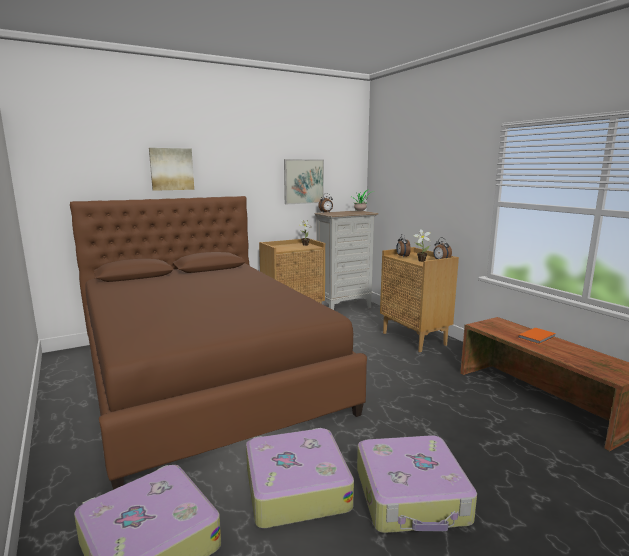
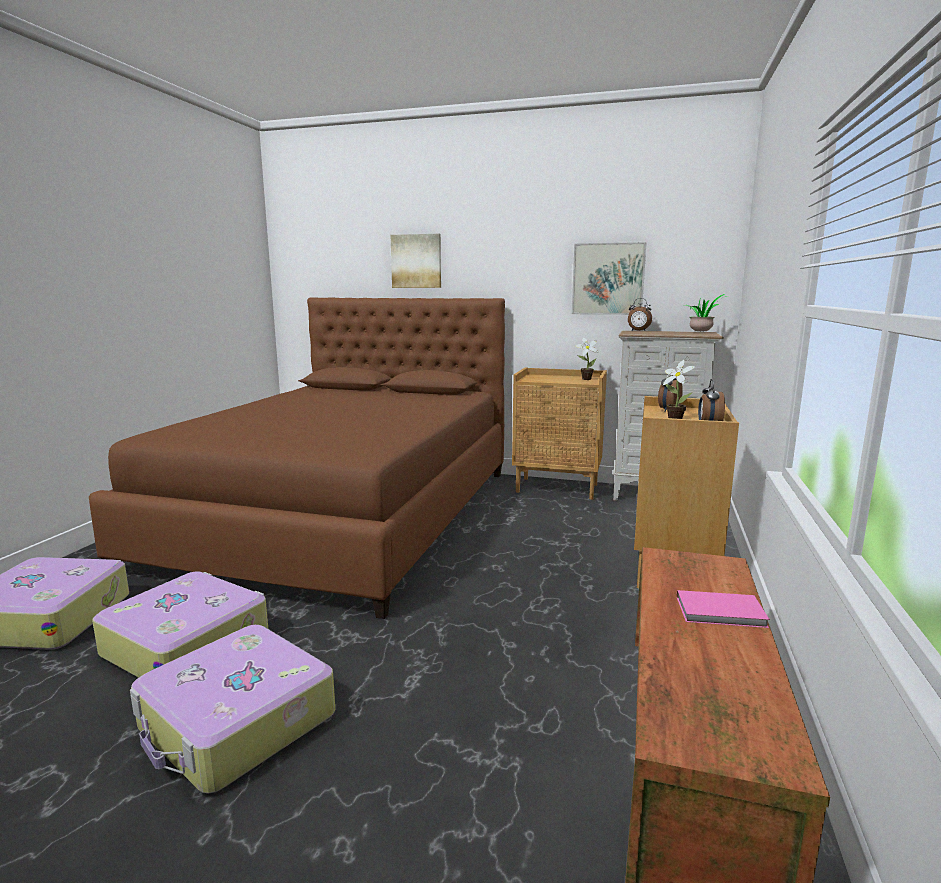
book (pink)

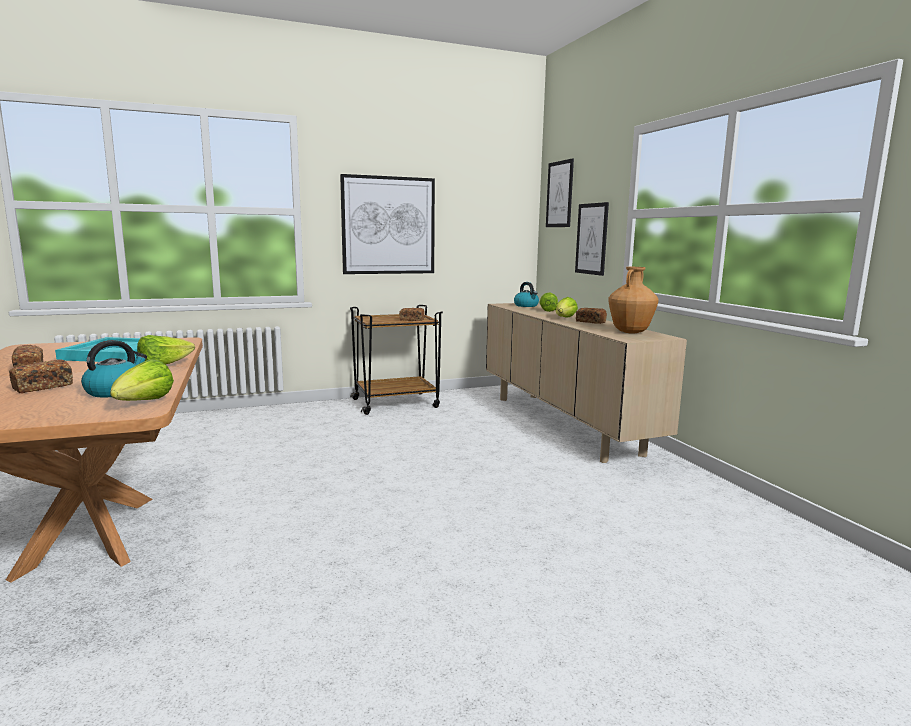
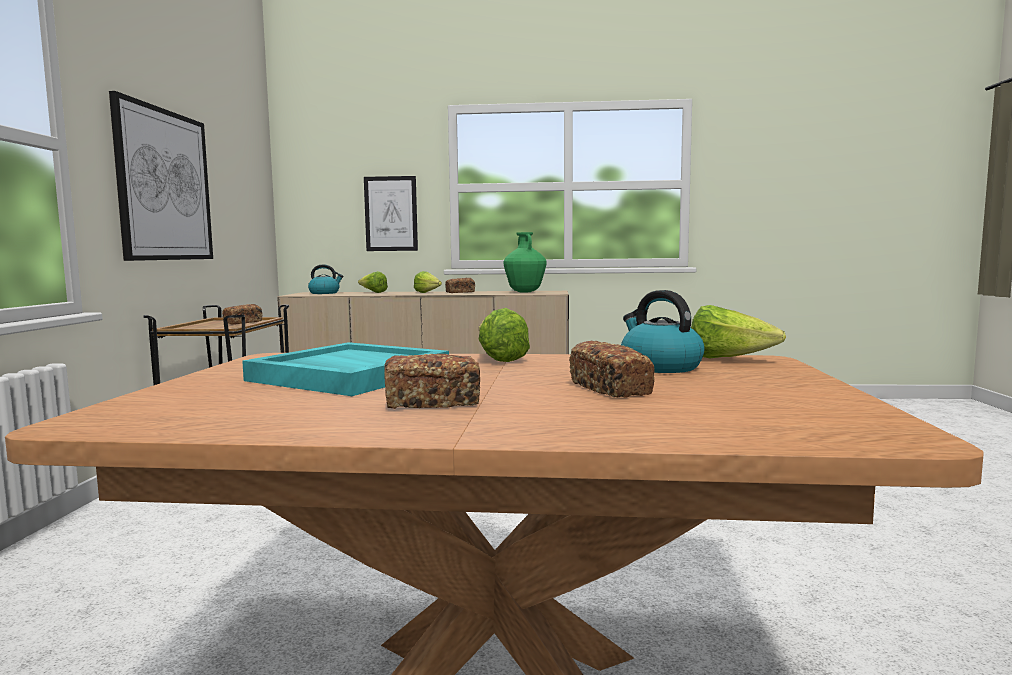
wall art (no. 2 from left in the first image); vase (green)

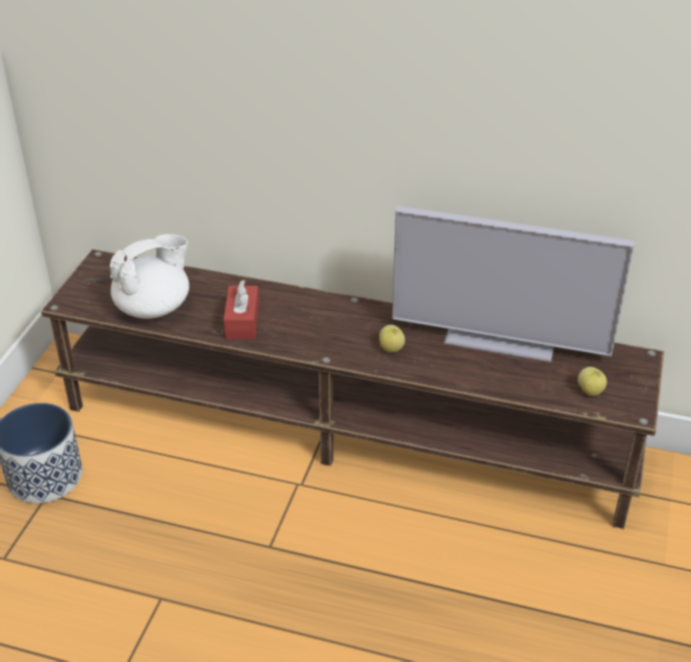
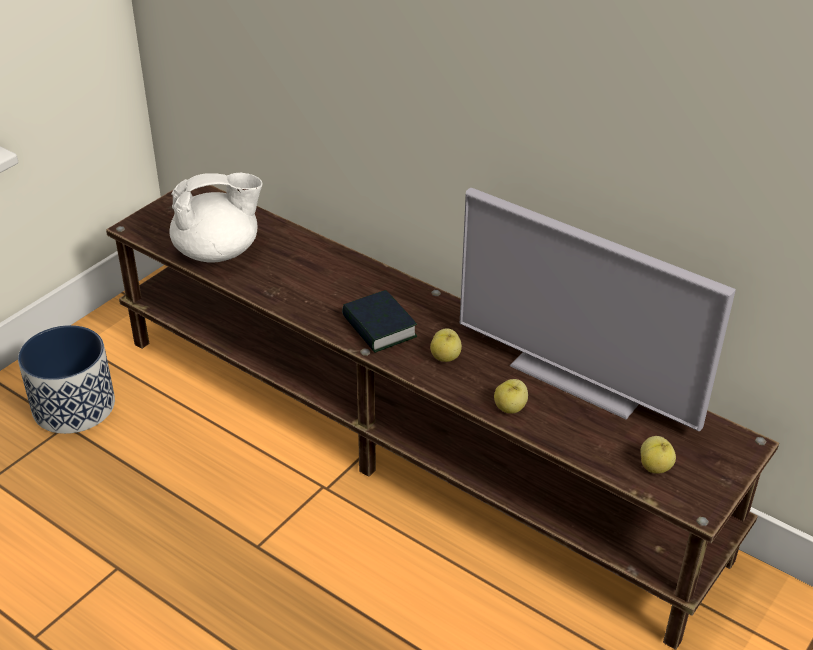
tissue holder (red-coloured); book; whole apple (no. 2 from left)

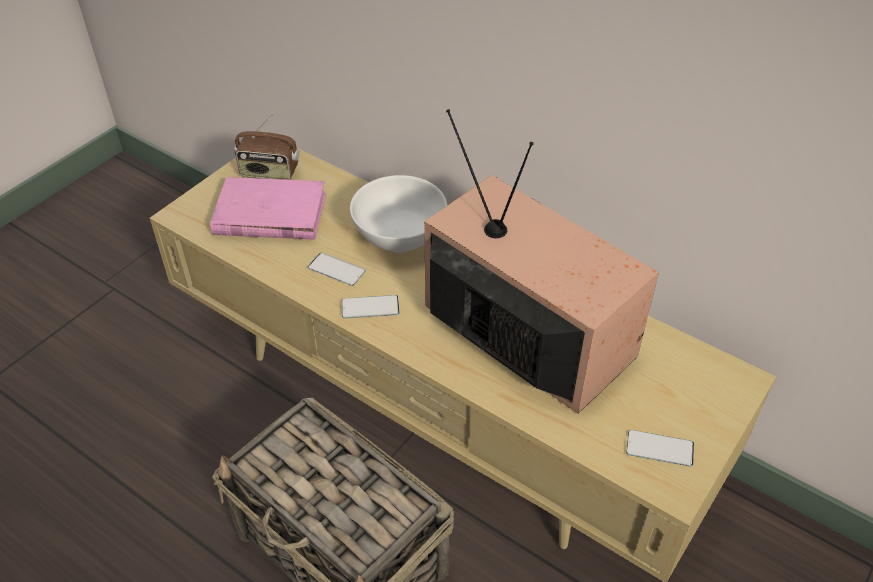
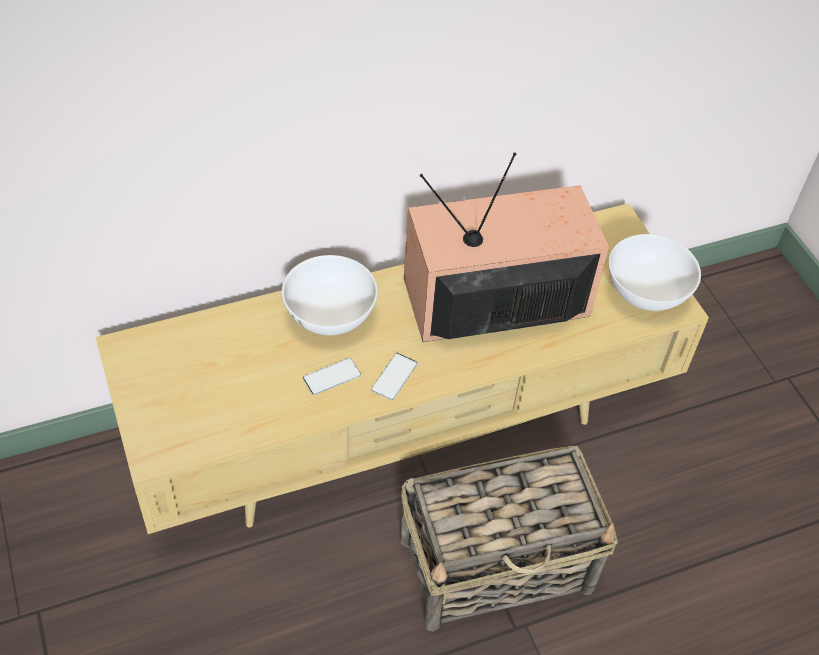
book (pink); radio; serving bowl (white) (no. 2 from left)

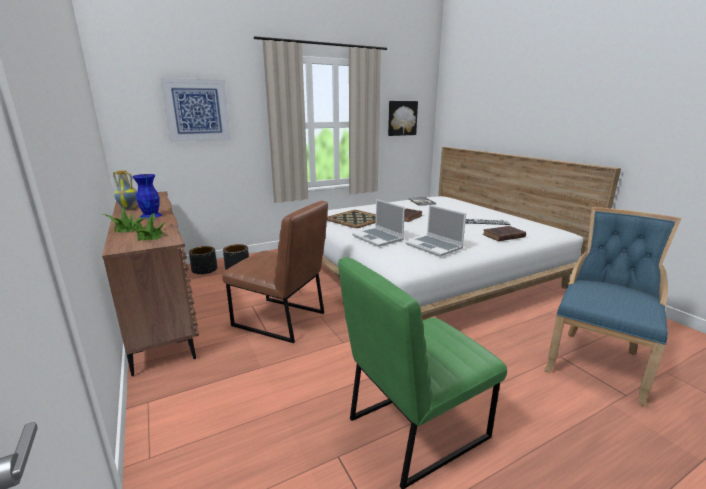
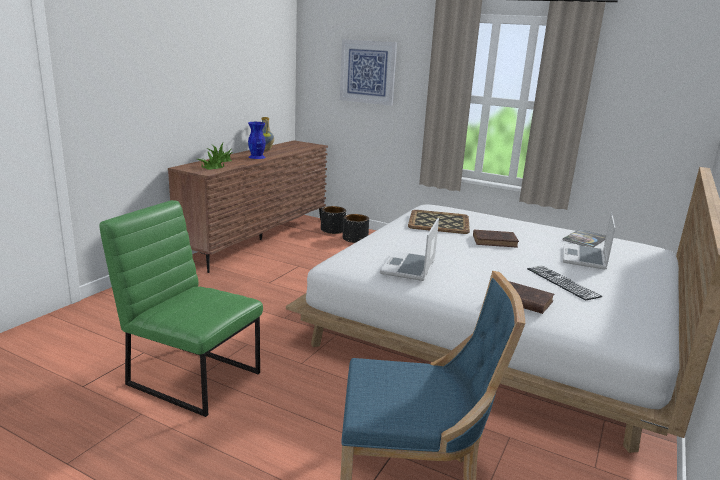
chair (brown); wall art (no. 2 from left in the first image); laptop (no. 2 from left)

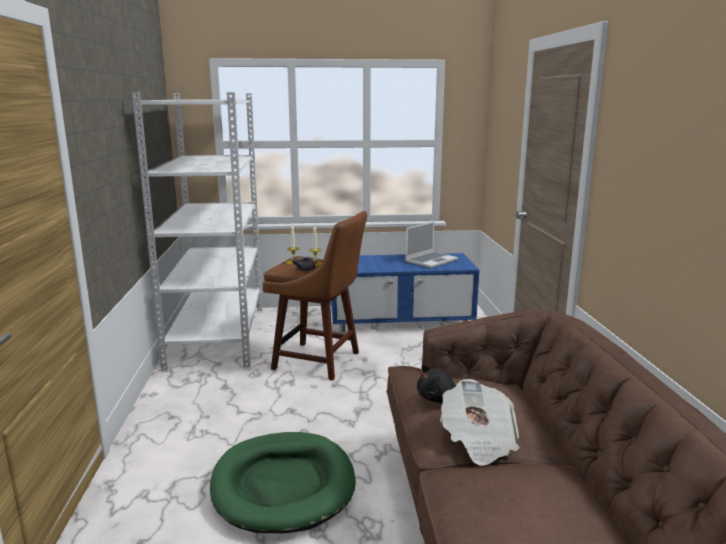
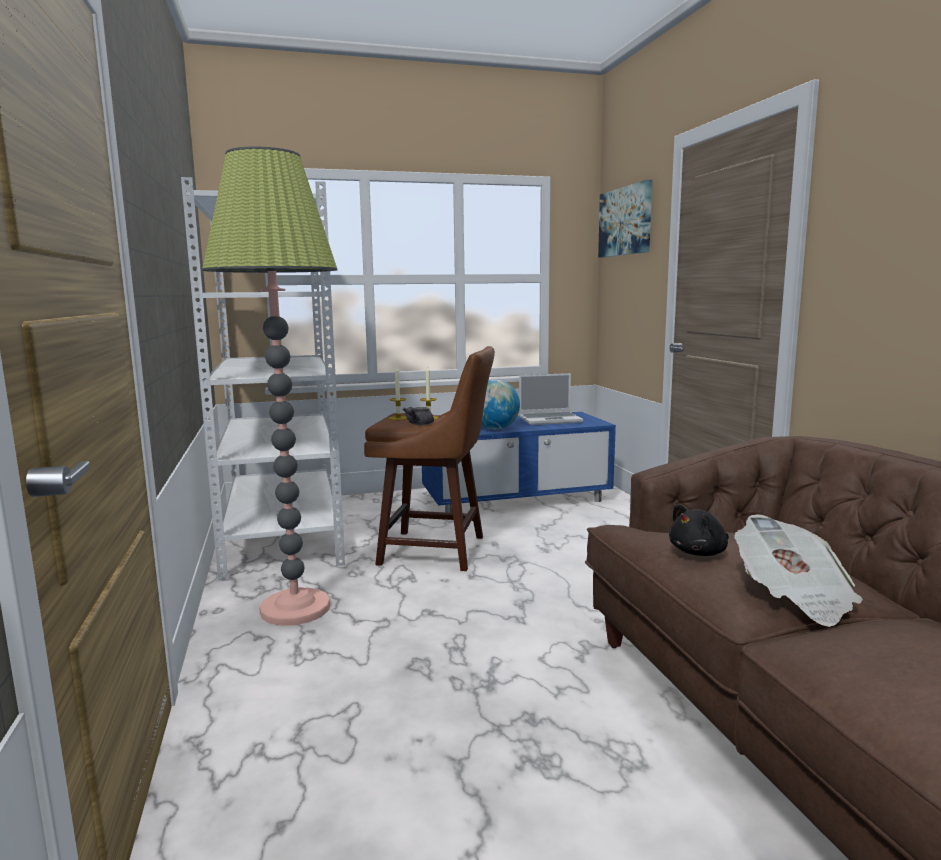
pet bed (green); floor lamp; world globe; wall art; laptop

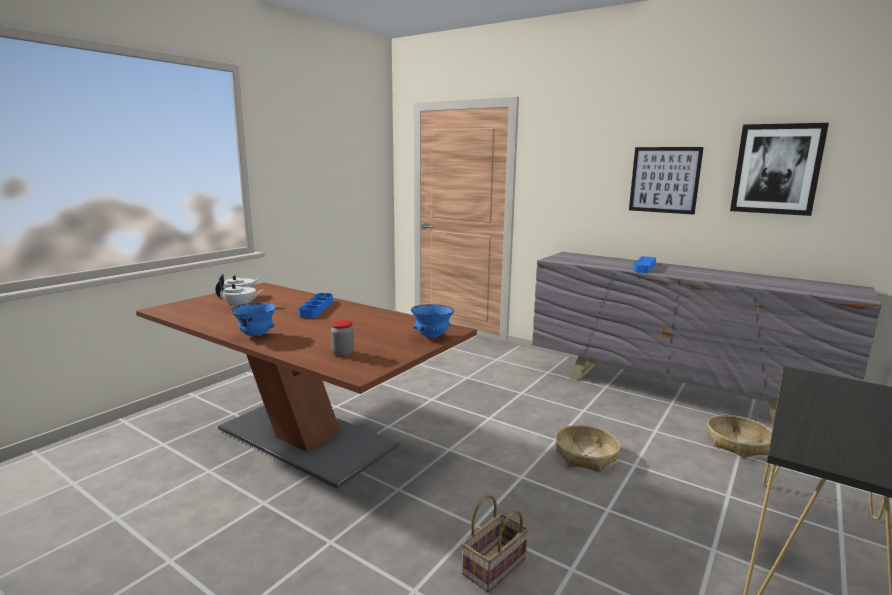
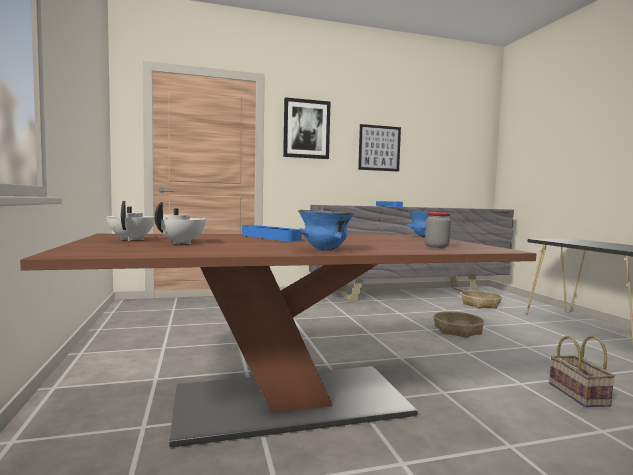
wall art (no. 1 from left)

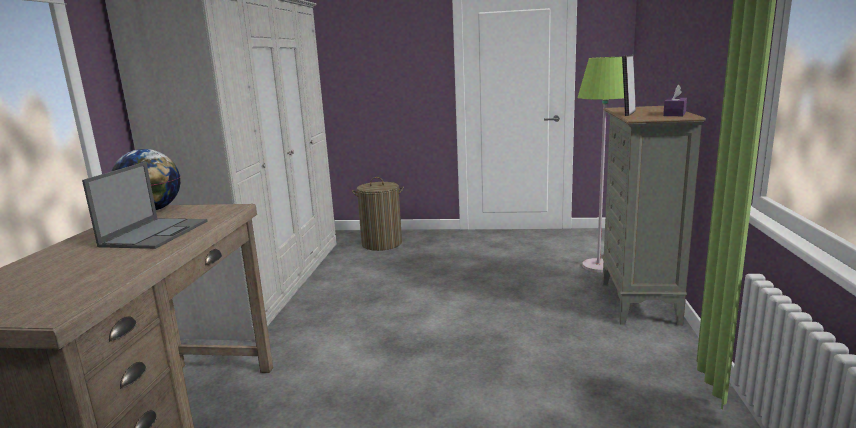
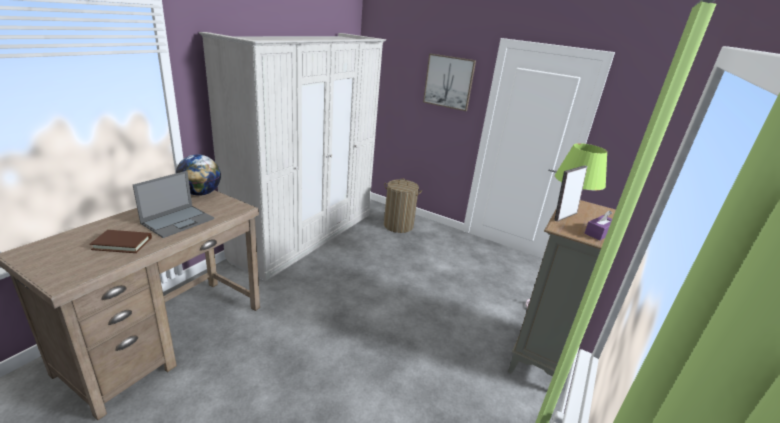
book (brown); wall art

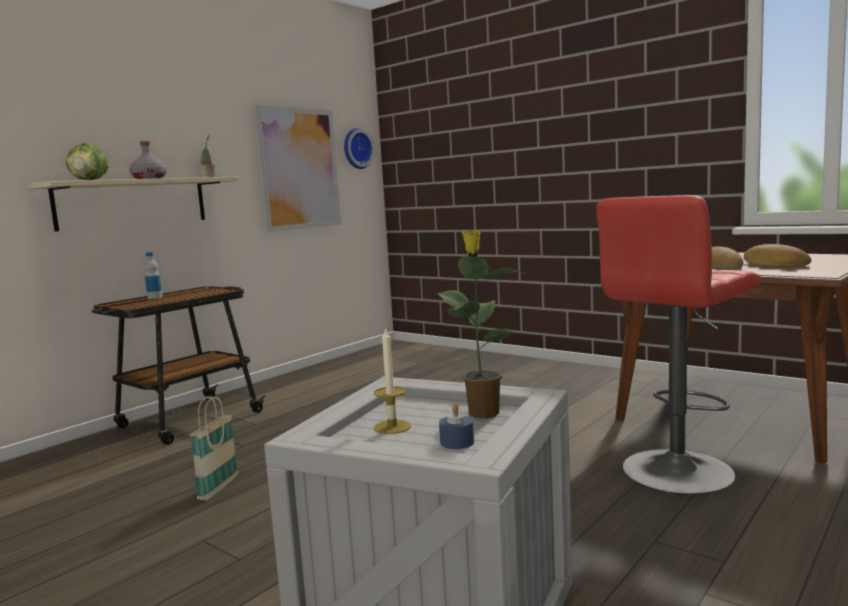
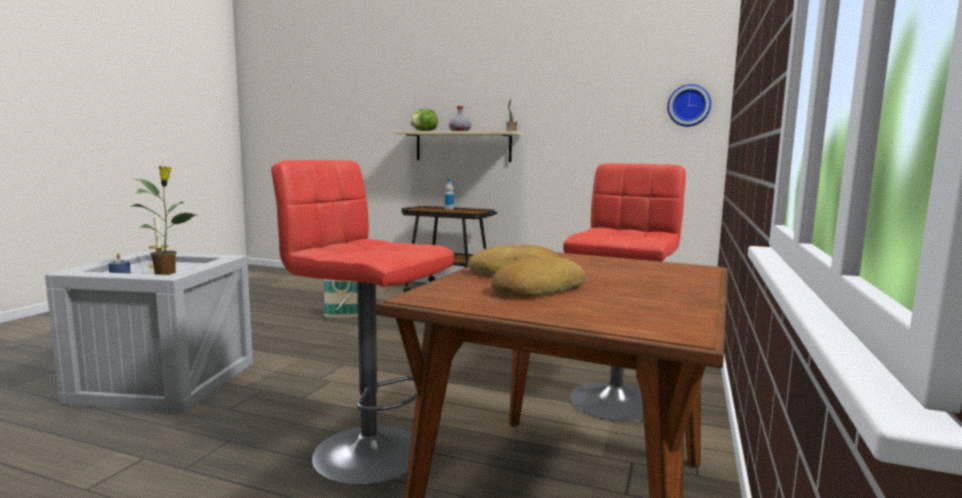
wall art; stool (red-coloured) (no. 2 from left)

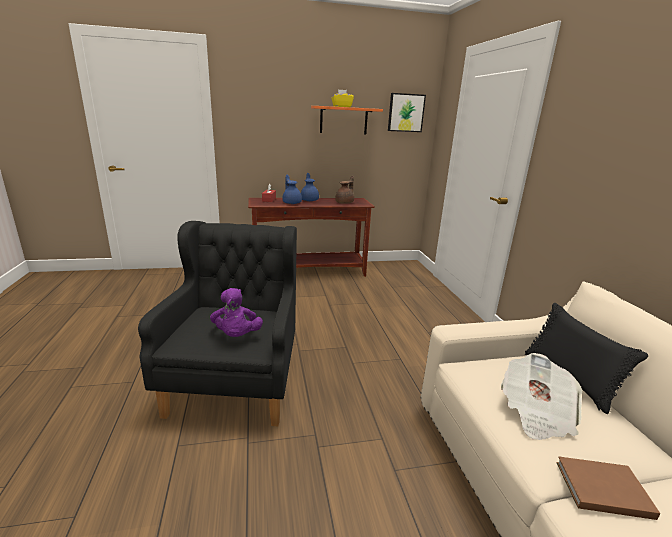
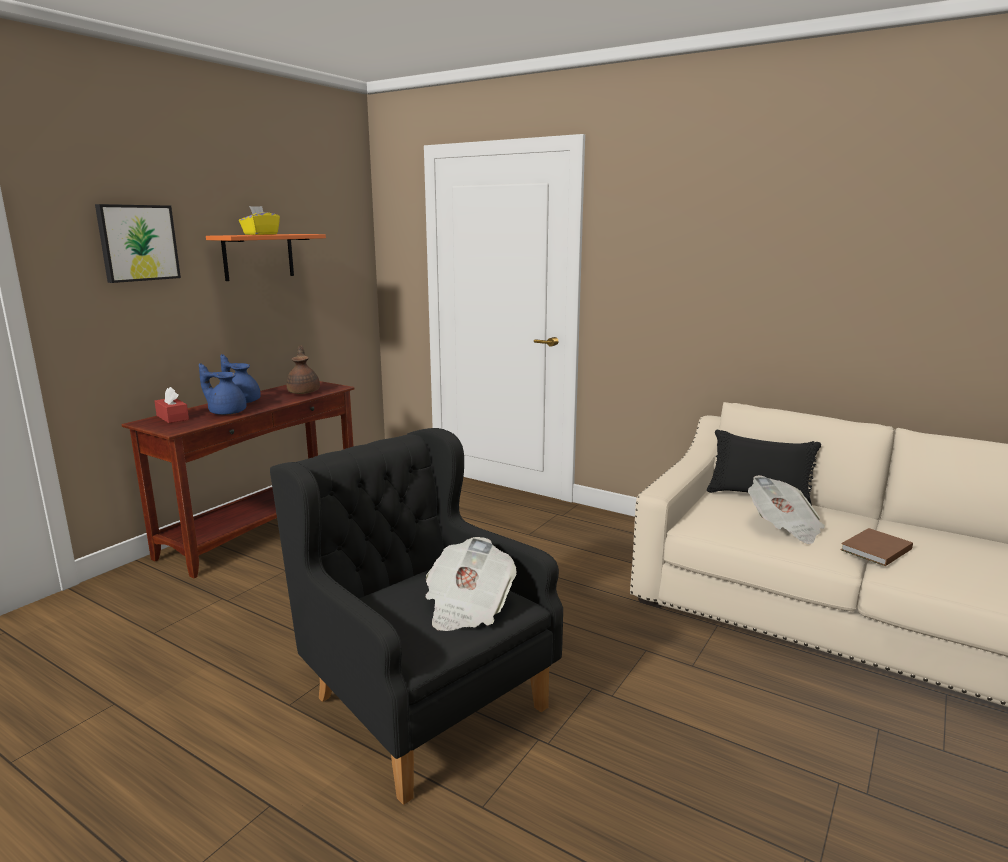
wall art; newspaper (no. 1 from left)

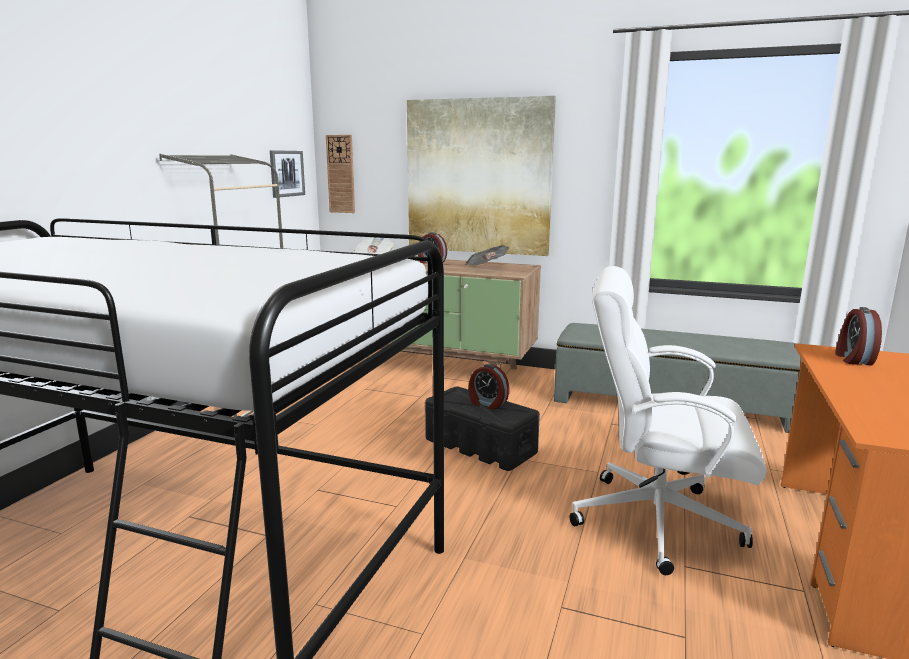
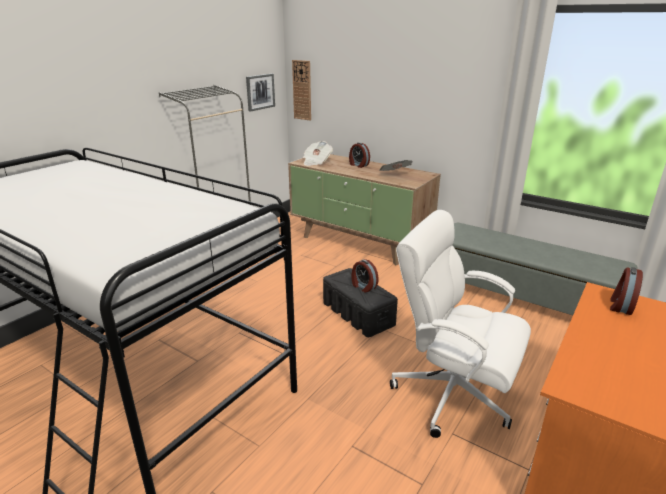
wall art (no. 2 from left in the first image)

